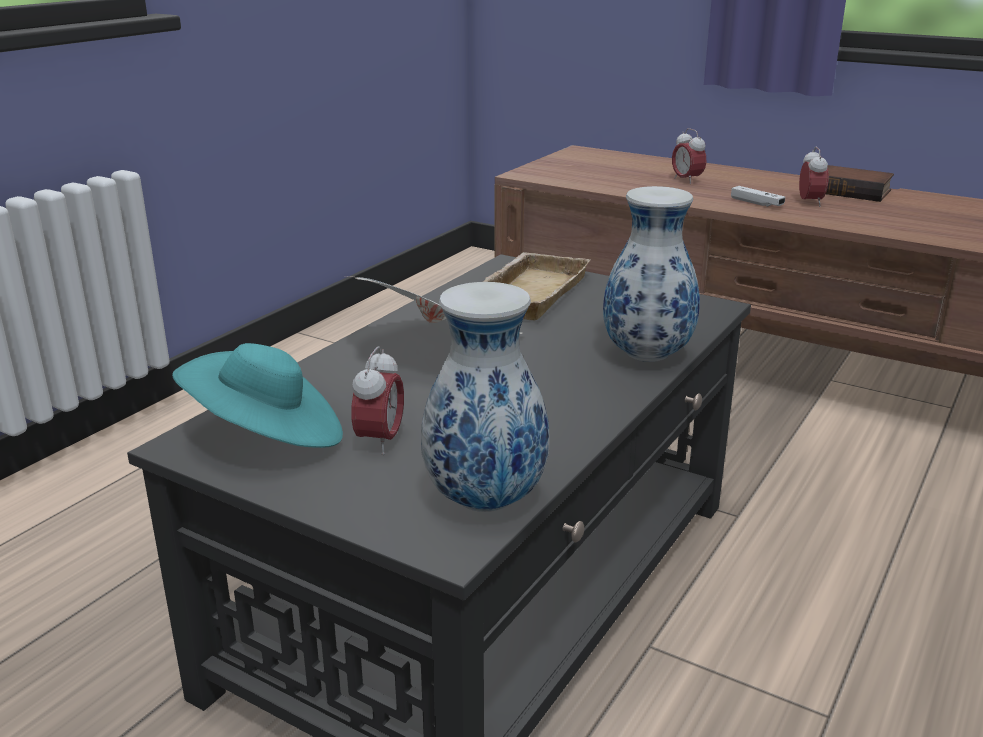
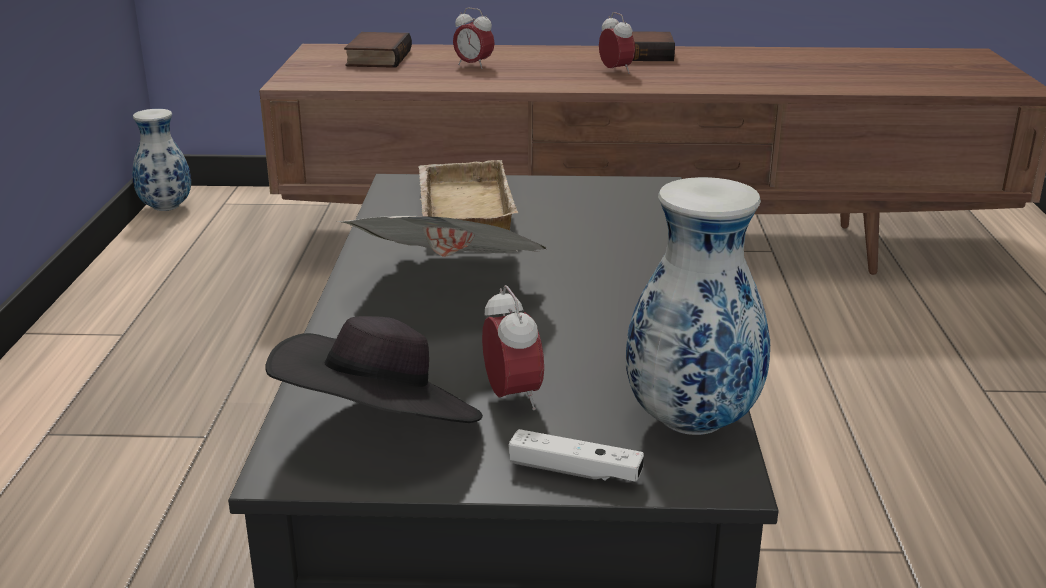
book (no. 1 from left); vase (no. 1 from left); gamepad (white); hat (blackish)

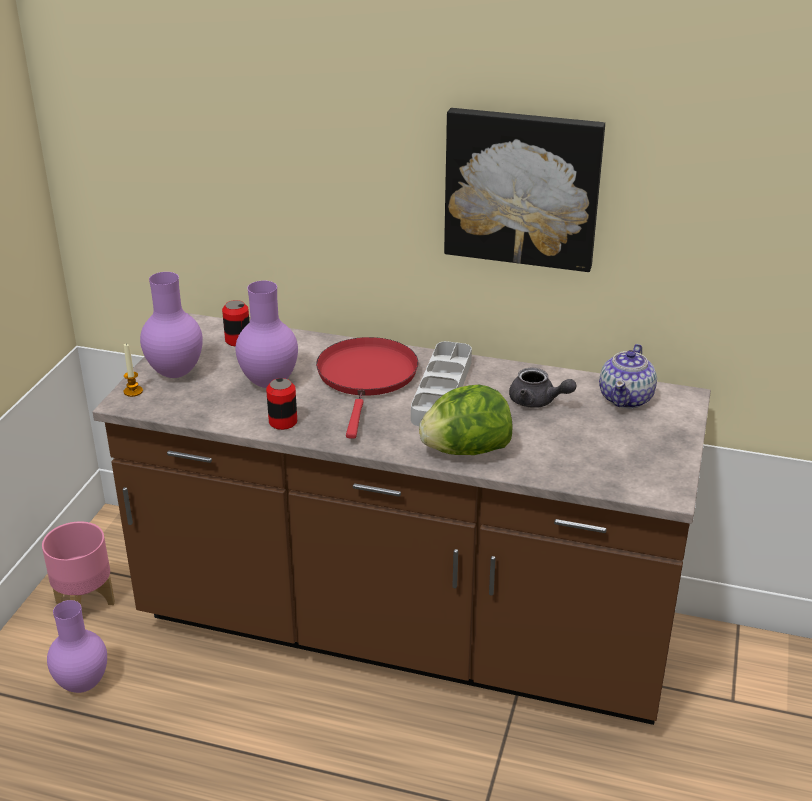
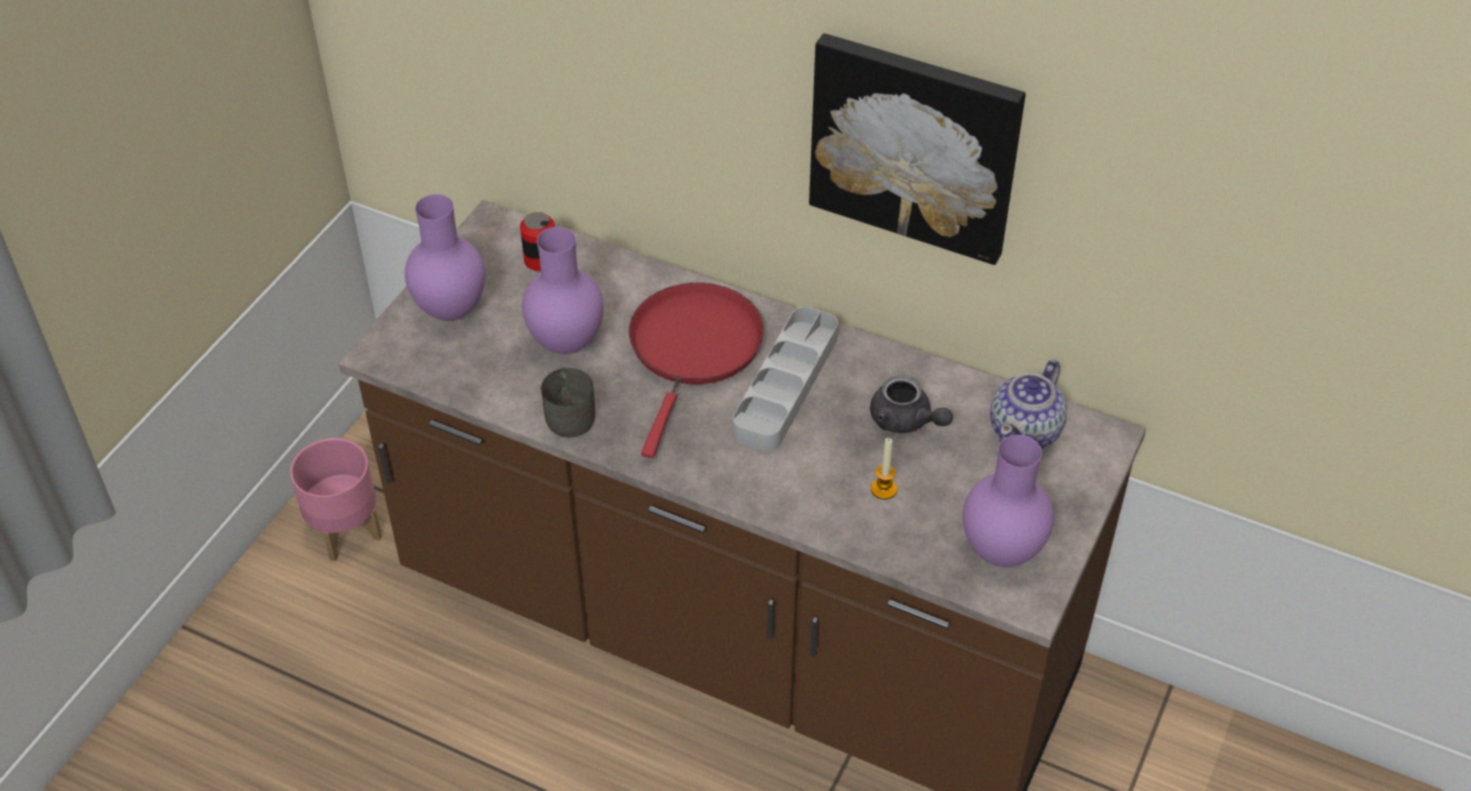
lettuce head; vase (purple-coloured) (no. 3 from left); wax light; coffee mug (grey)

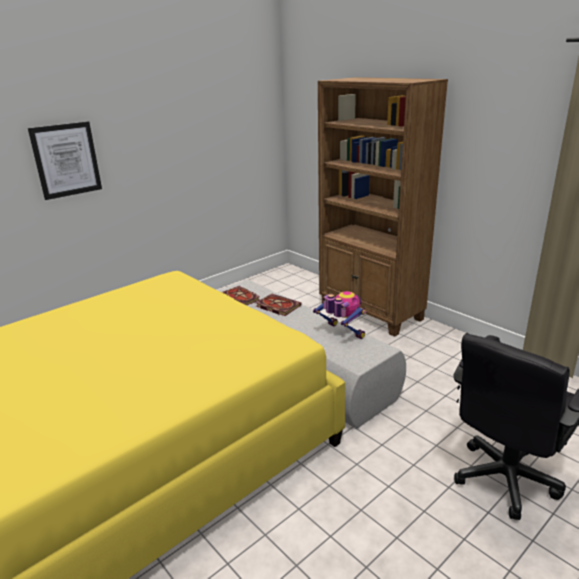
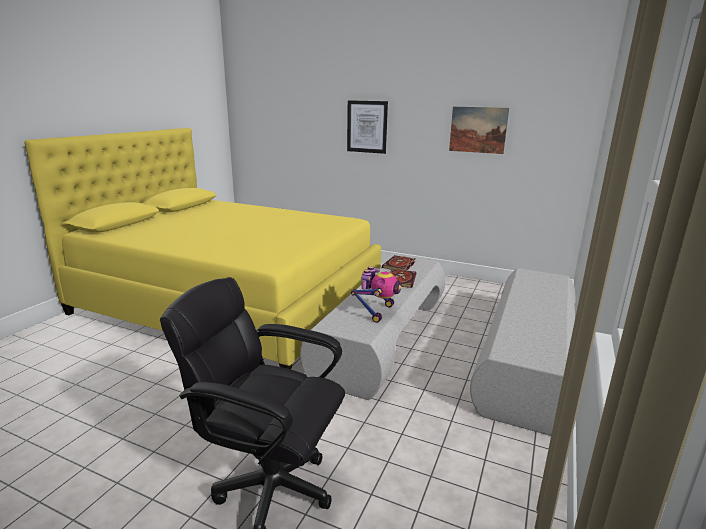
wall art (no. 2 from left); bench (grey) (no. 2 from left)

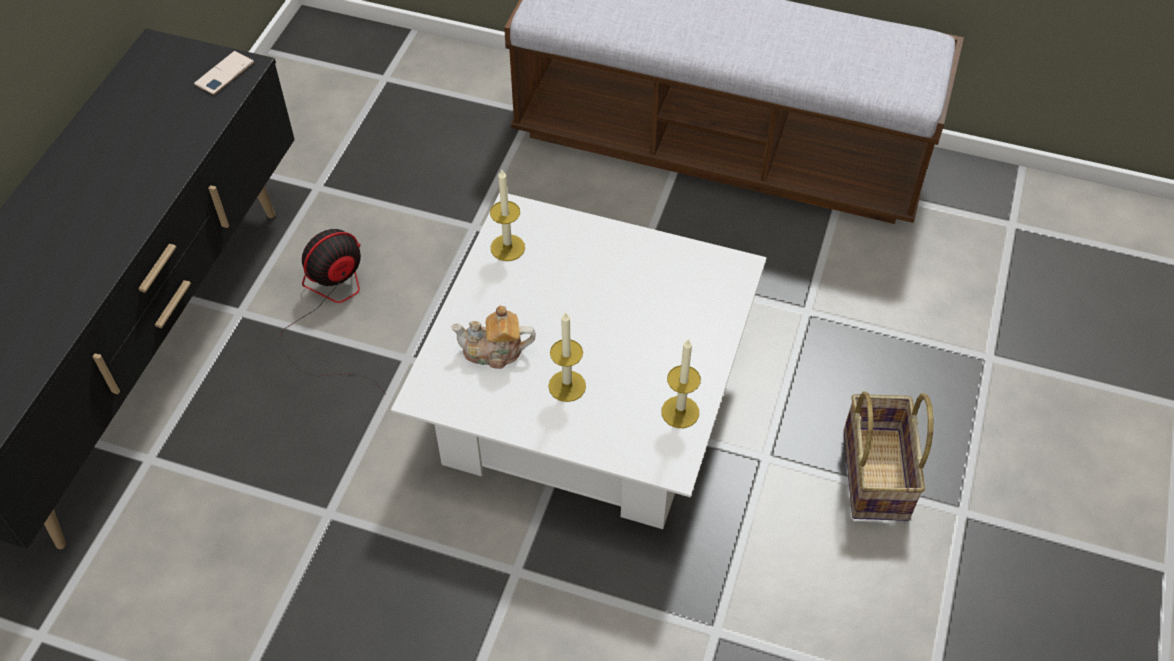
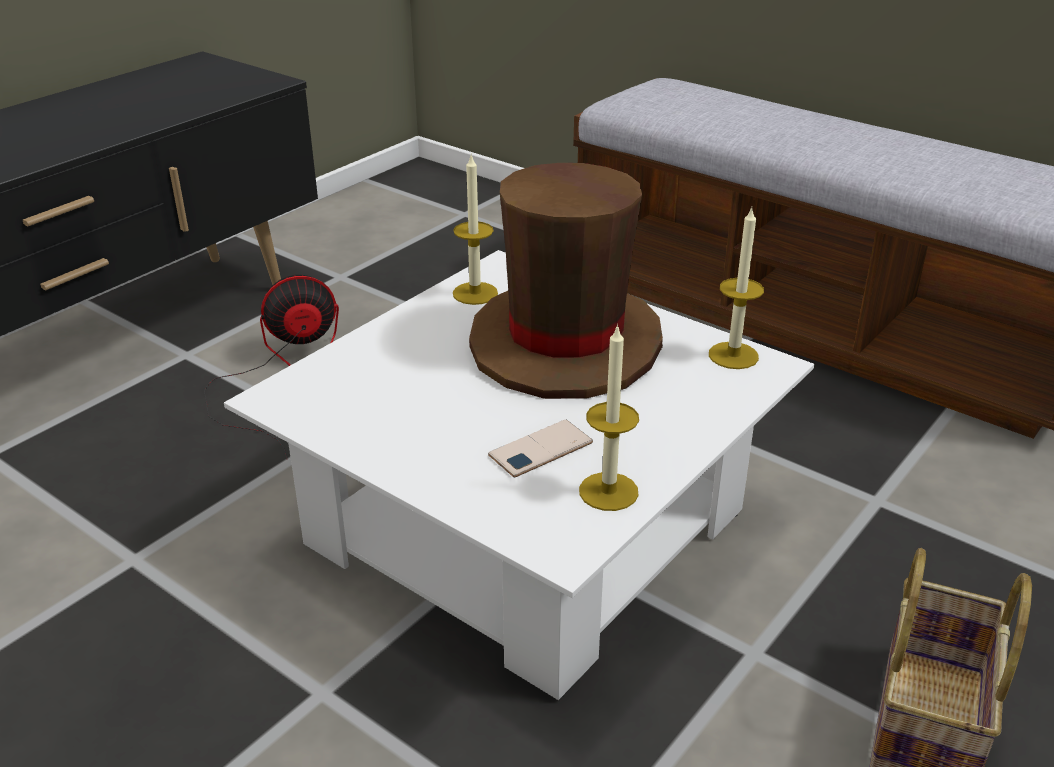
teapot; hat (brown); phone; wax light (no. 3 from left)

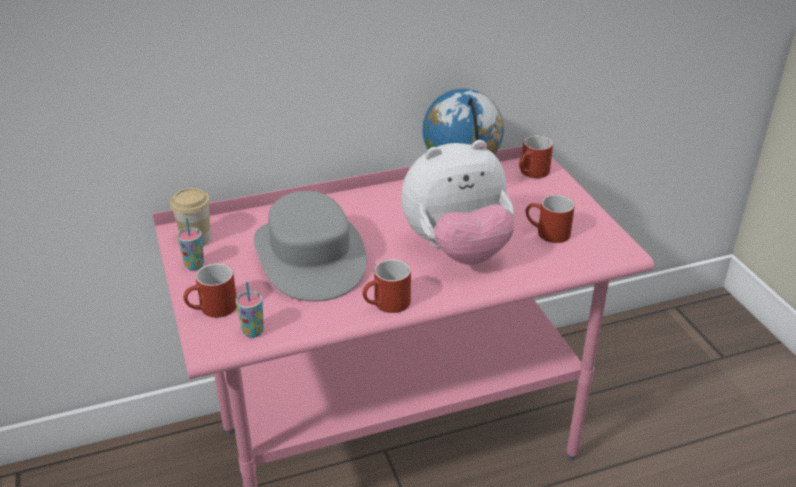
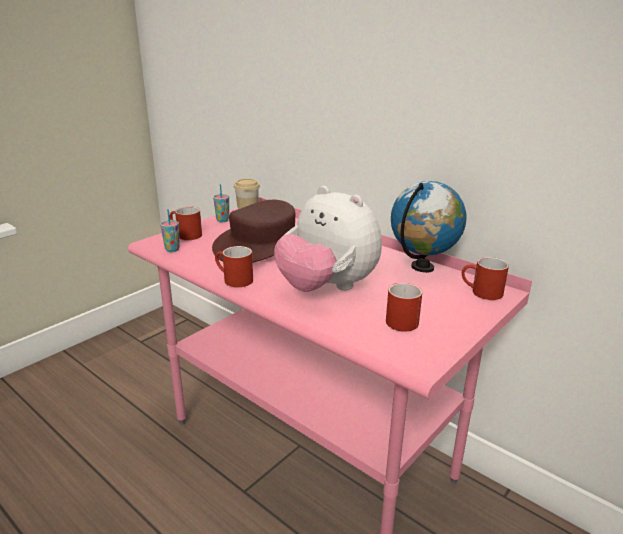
hat (brown)

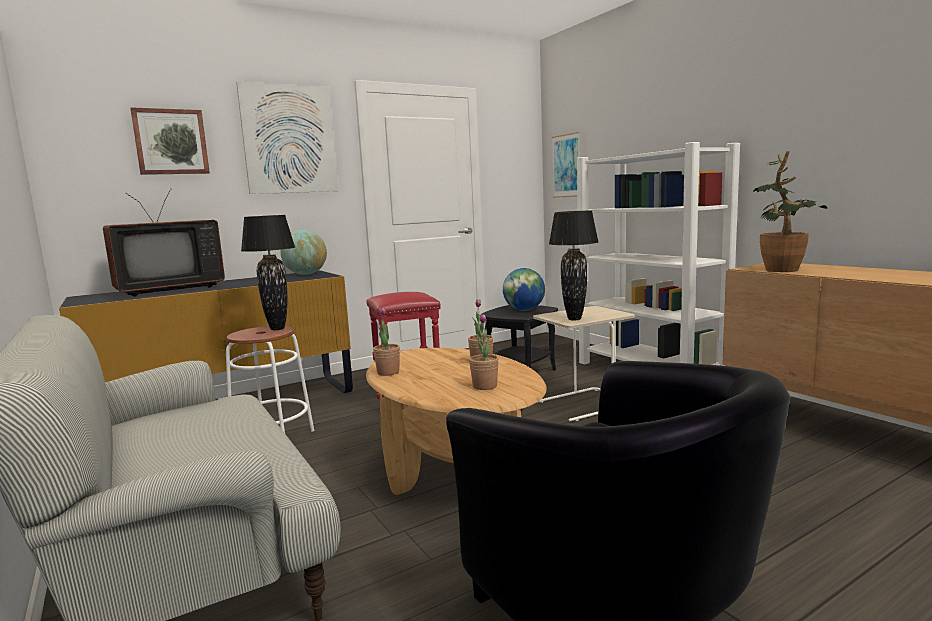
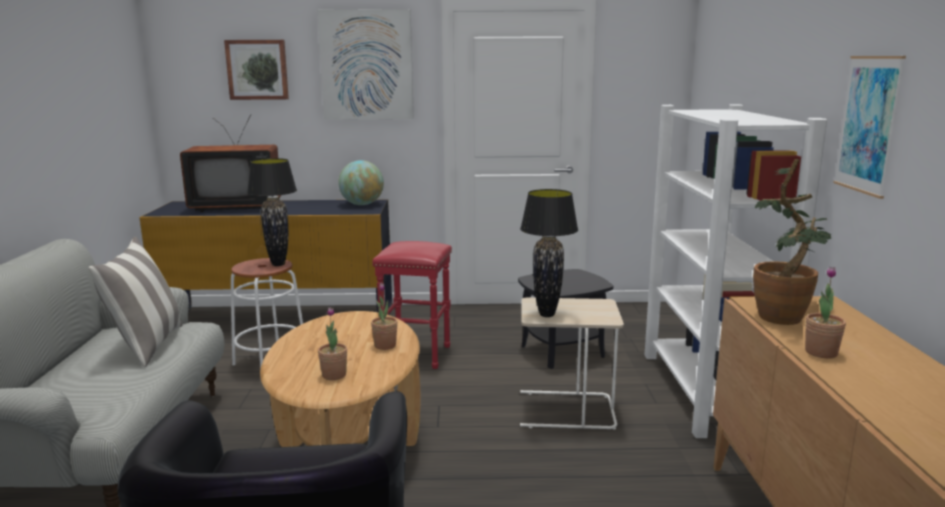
world globe (no. 2 from left in the first image); pillow; potted plant (no. 4 from left); wall art (no. 3 from left)

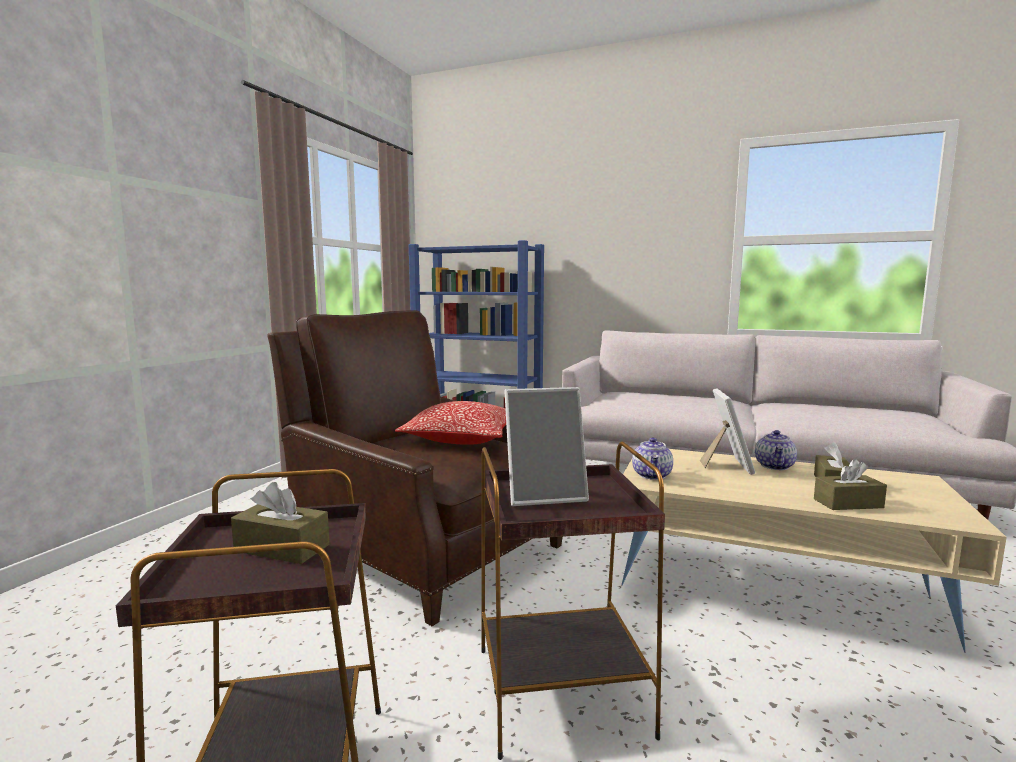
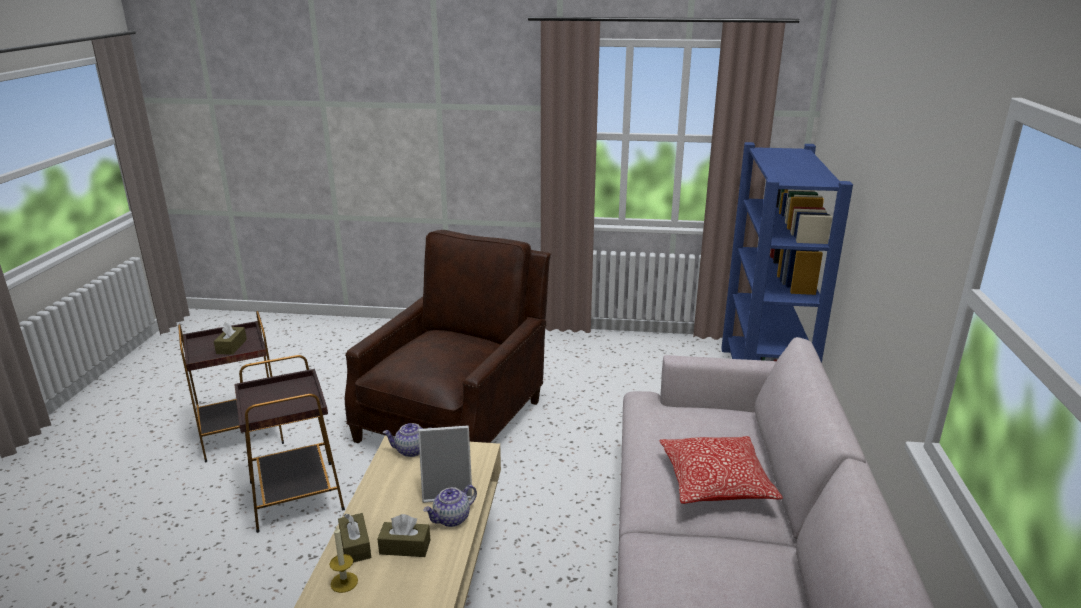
photo frame (no. 1 from left in the first image); wax light; pillow; teapot (no. 2 from left)

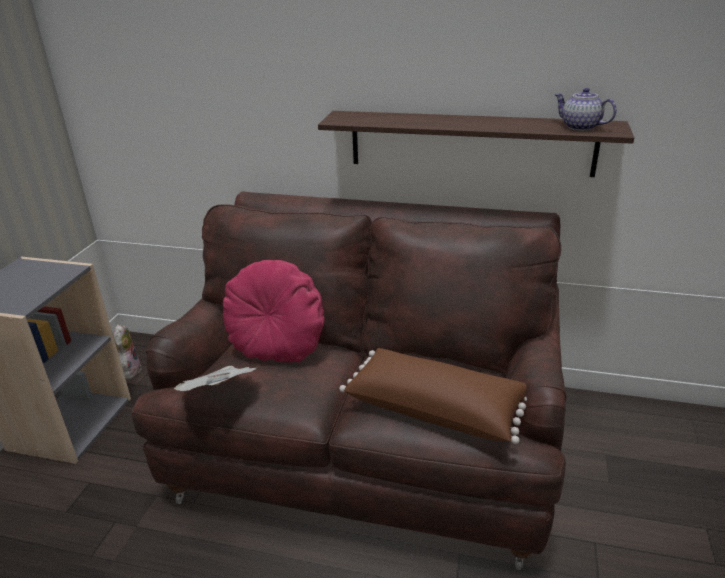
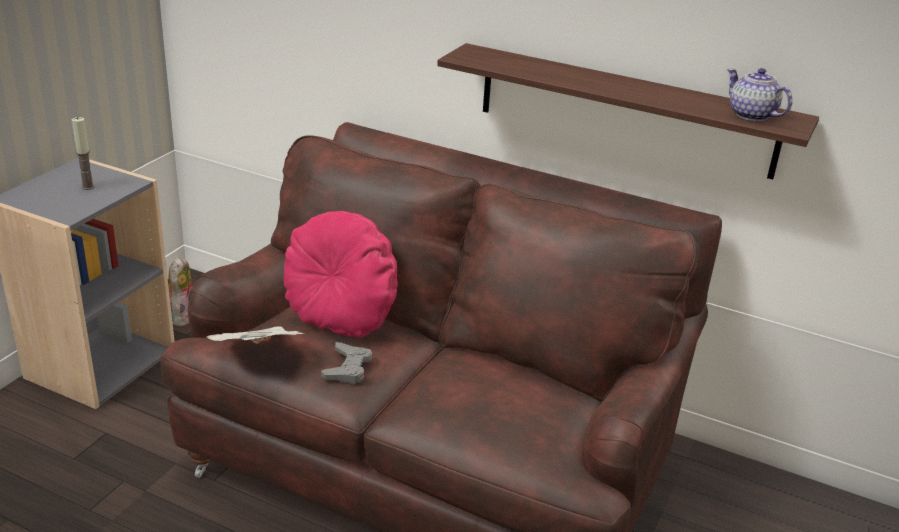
pillow (brown); wax light; gamepad (grey)

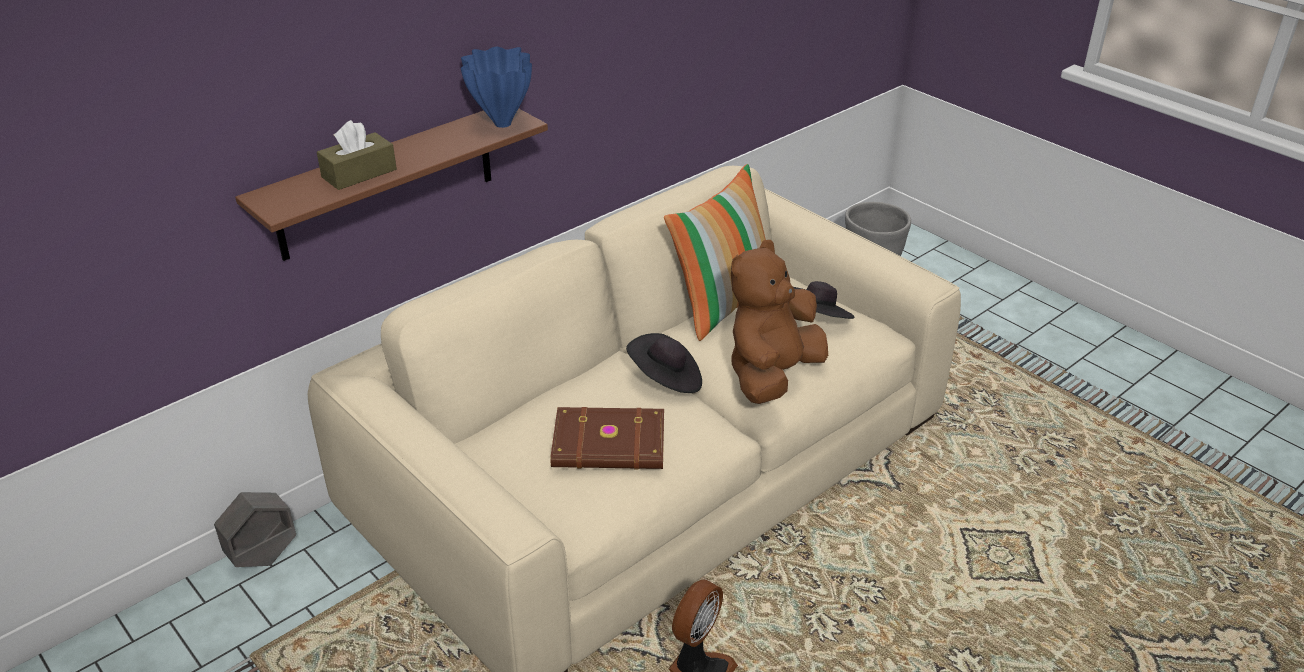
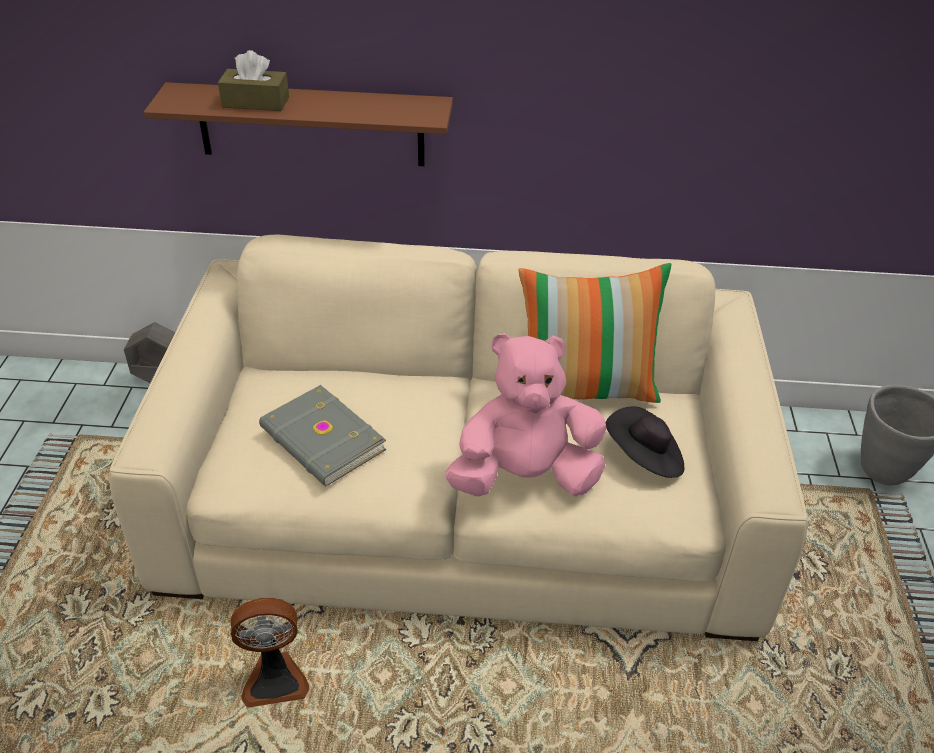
vase (bluish); hat (blackish) (no. 1 from left in the first image); book (grey); cuddly toy (pink)

